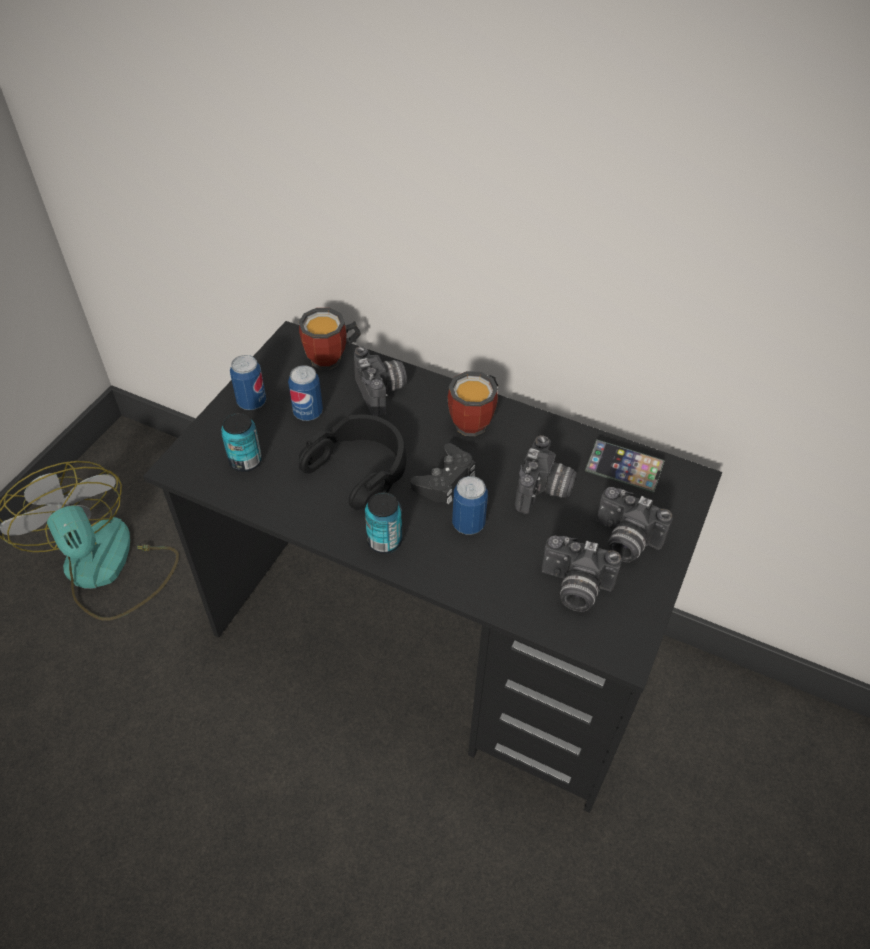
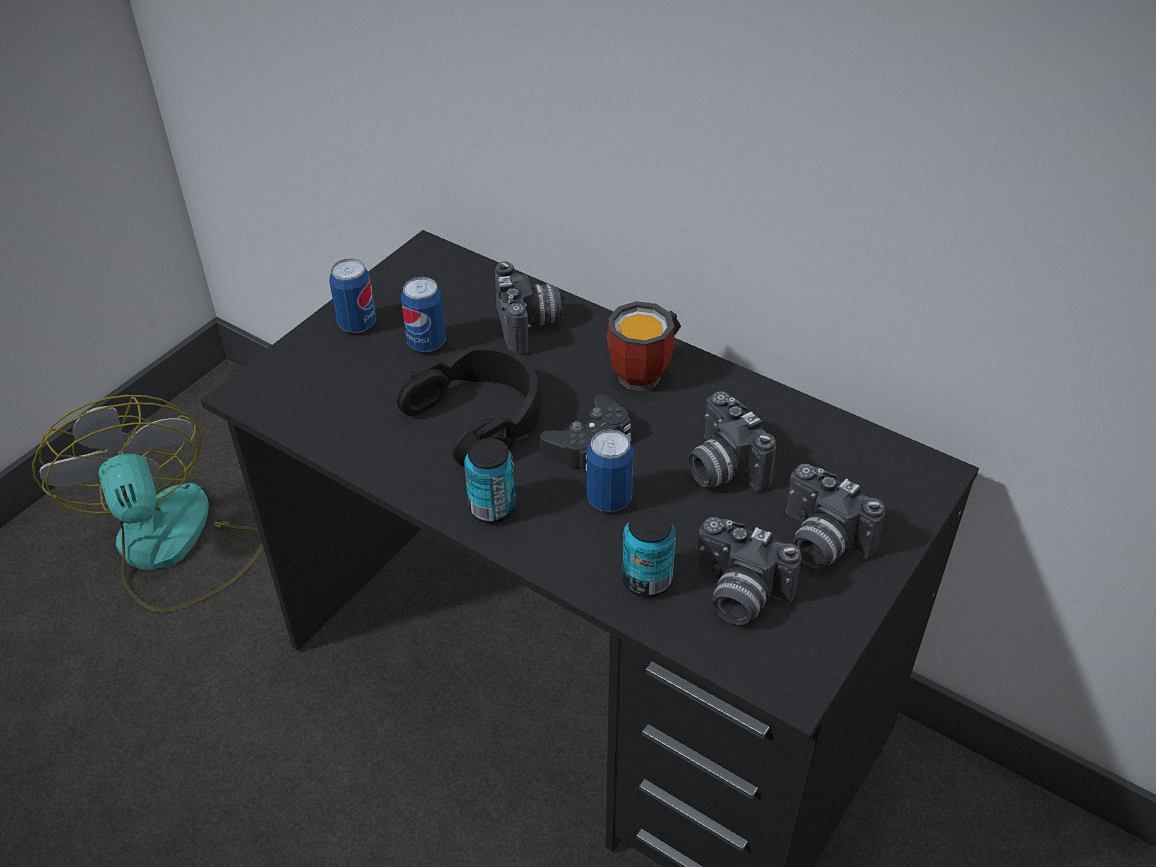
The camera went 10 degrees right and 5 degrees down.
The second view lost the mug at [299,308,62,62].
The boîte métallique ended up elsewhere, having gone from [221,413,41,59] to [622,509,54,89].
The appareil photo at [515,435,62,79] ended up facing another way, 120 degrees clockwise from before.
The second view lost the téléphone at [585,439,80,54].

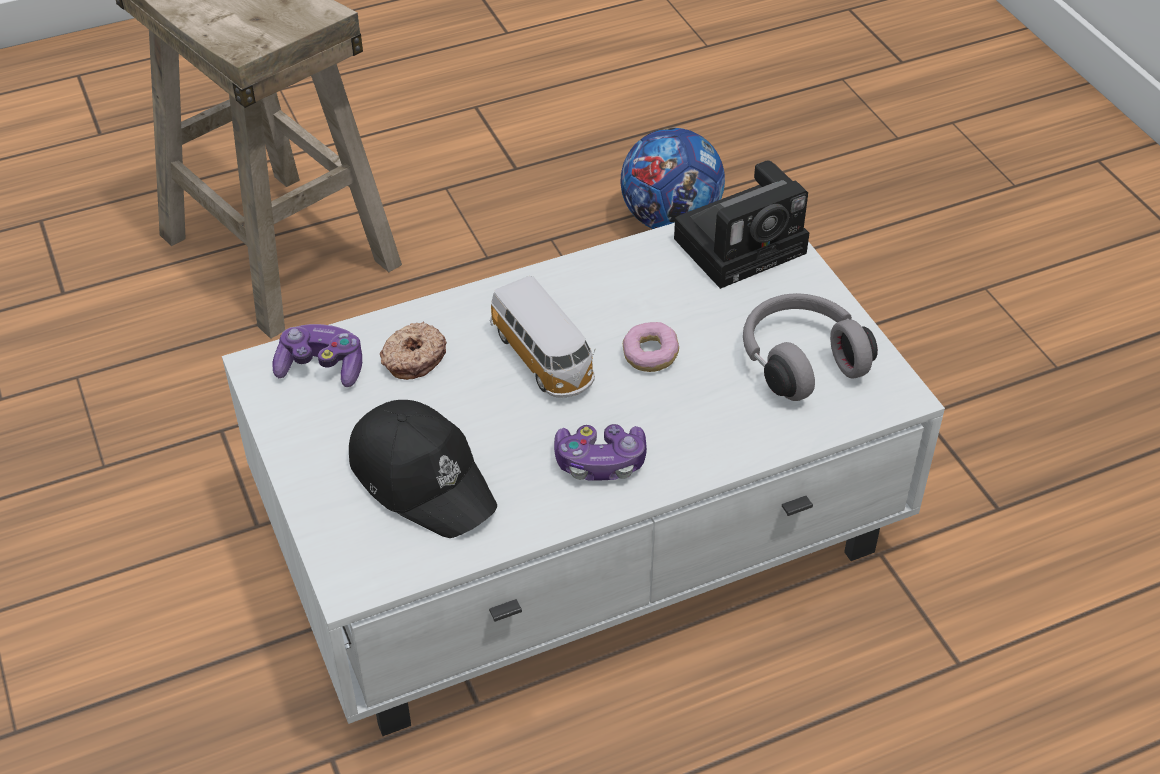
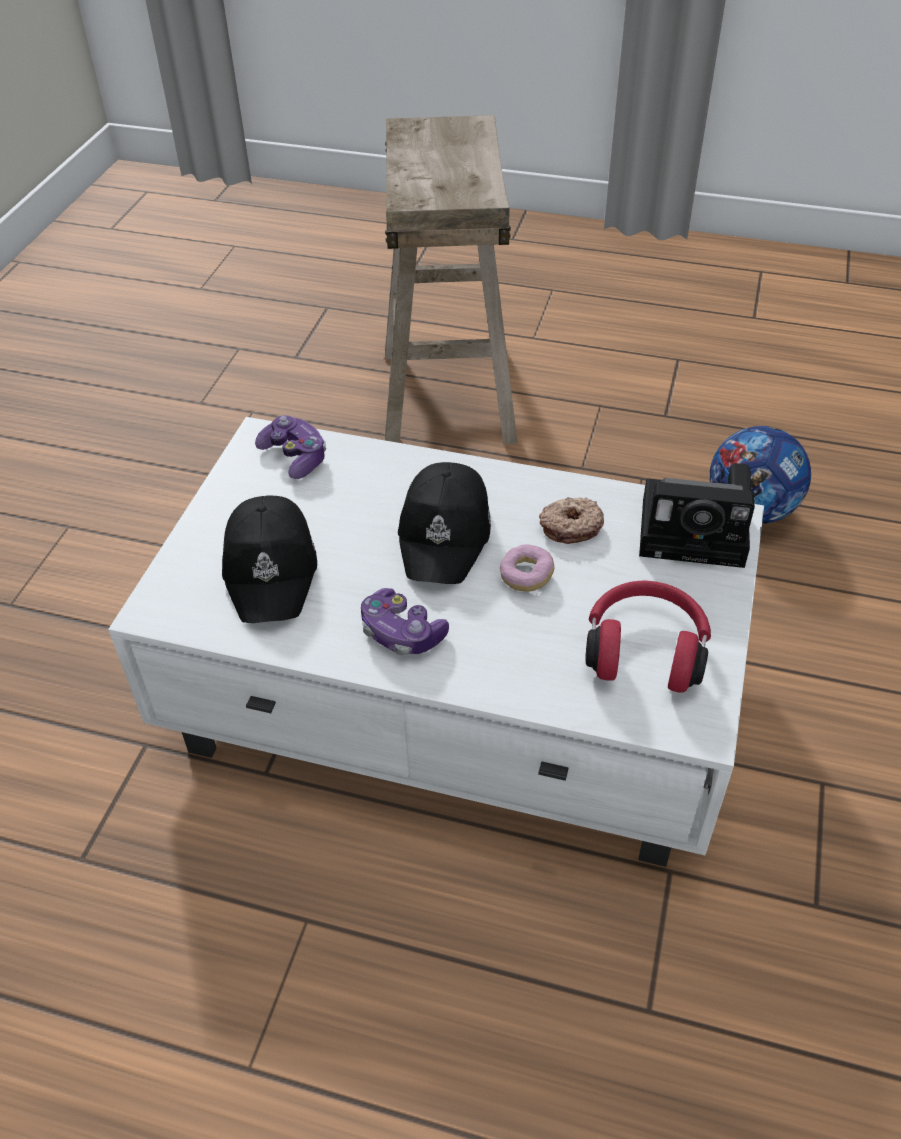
The camera went 40 degrees right and 0 degrees up.
Where the petite voiture stood at [490,276,106,122], the casquette (noir) came to stand at [398,462,93,122].
What was the casque audio (gris) at [743,293,135,108] turned into the casque audio (rouge) at [585,581,126,112].
The beignet ended up elsewhere, having gone from [380,322,67,58] to [539,497,65,47].

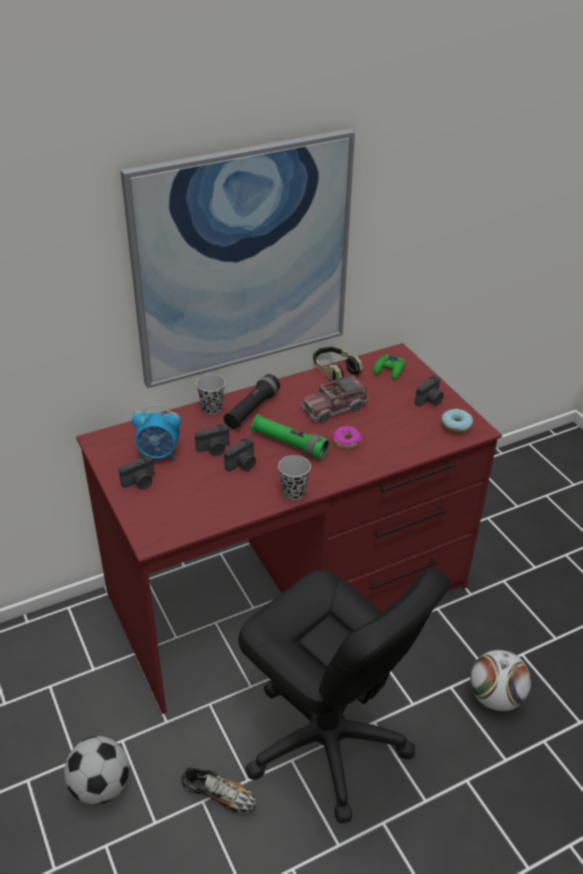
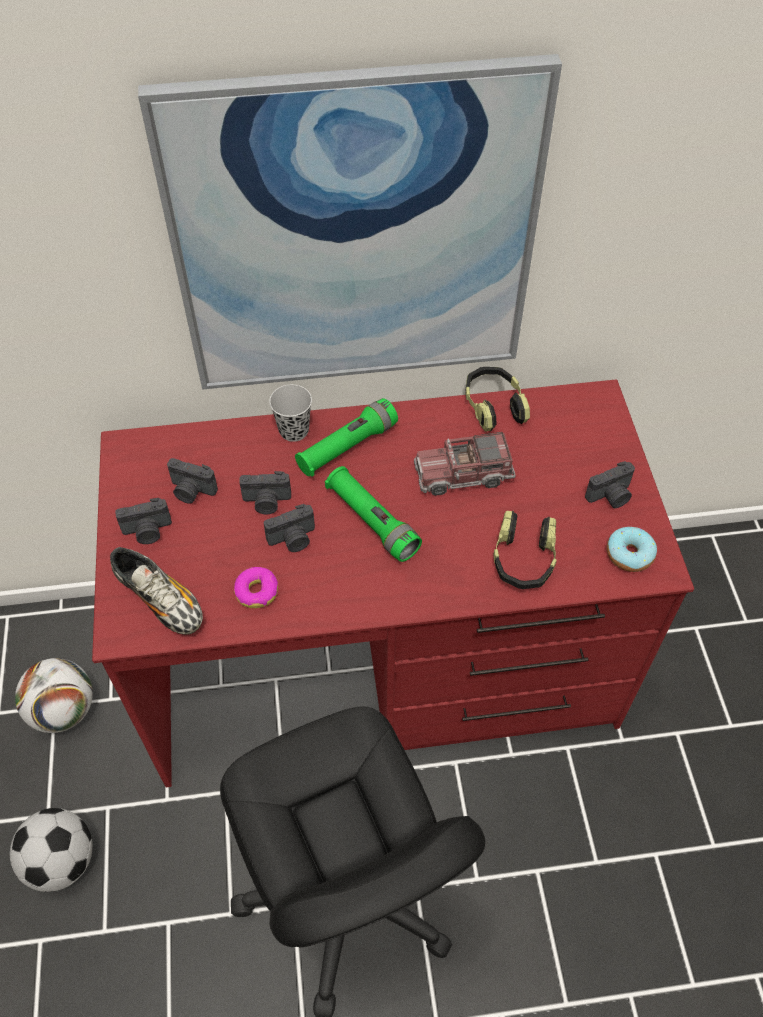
The camera went 20 degrees right and 15 degrees up.
The second view lost the manette (vert) at [373,353,33,27].
What was the lampe de poche (noir) at [223,374,57,55] turned into the lampe de poche (vert) at [295,398,103,79].
Where the réveil stood at [132,405,49,55], the appareil photo came to stand at [167,458,51,46].
The beignet ended up elsewhere, having gone from [332,426,30,23] to [234,567,44,41].
The second view lost the tasse (noir) at [278,455,33,45].
The ballon de foot ended up elsewhere, having gone from [470,650,61,61] to [15,658,78,75].
The chaussure ended up elsewhere, having gone from [181,767,76,47] to [110,547,93,88].
The second view gained the casque audio at [493,511,64,78].

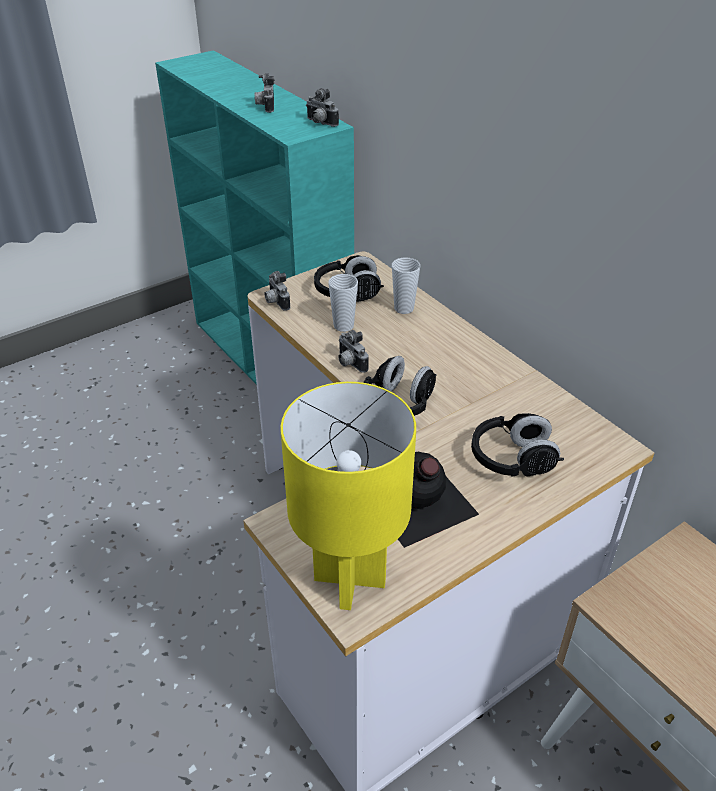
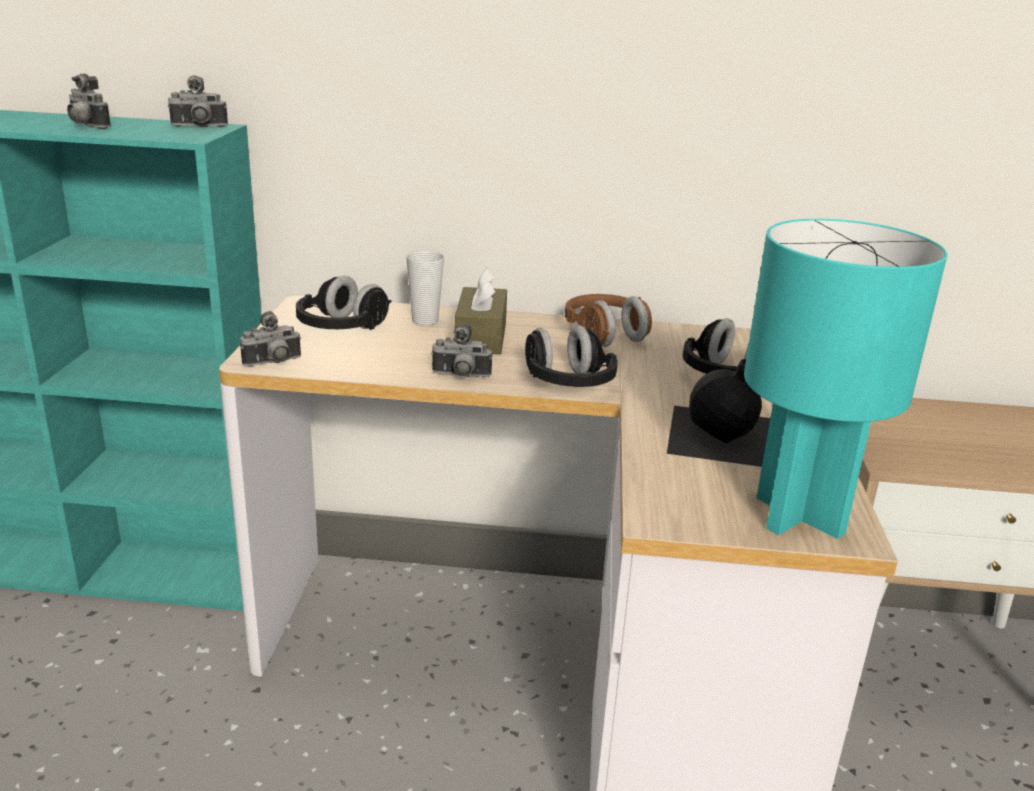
The camera went 50 degrees left and 15 degrees down.
The appareil photo at [265,271,26,40] ended up facing another way, 45 degrees counterclockwise from before.
The second view lost the tasse at [328,274,30,58].
What was the lampe de table (jaune) at [280,382,136,228] turned into the lampe de table (turquoise) at [744,219,203,320].
The second view gained the boîte à mouchoirs (marron) at [455,267,52,87].
The second view gained the casque audio (marron) at [565,294,87,53].

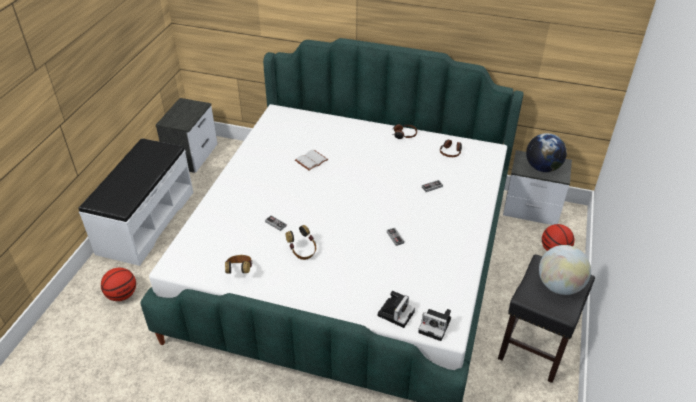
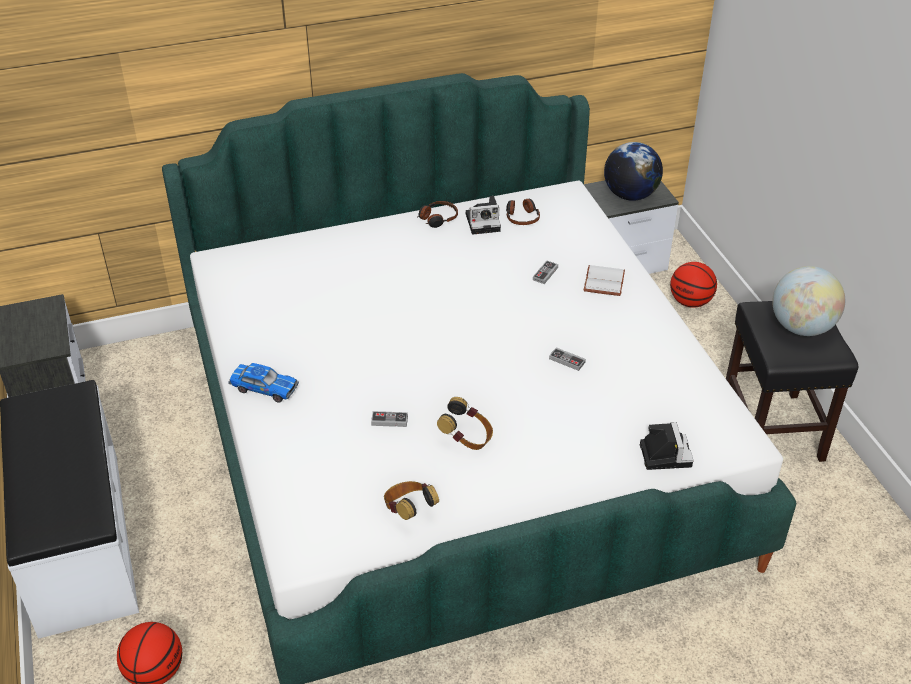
The camera went 35 degrees left and 0 degrees up.
The livre (blanc) ended up elsewhere, having gone from [295,150,33,21] to [584,265,41,31].
The appareil photo ended up elsewhere, having gone from [418,309,33,32] to [466,196,35,39].
The second view gained the petite voiture at [228,363,71,40].

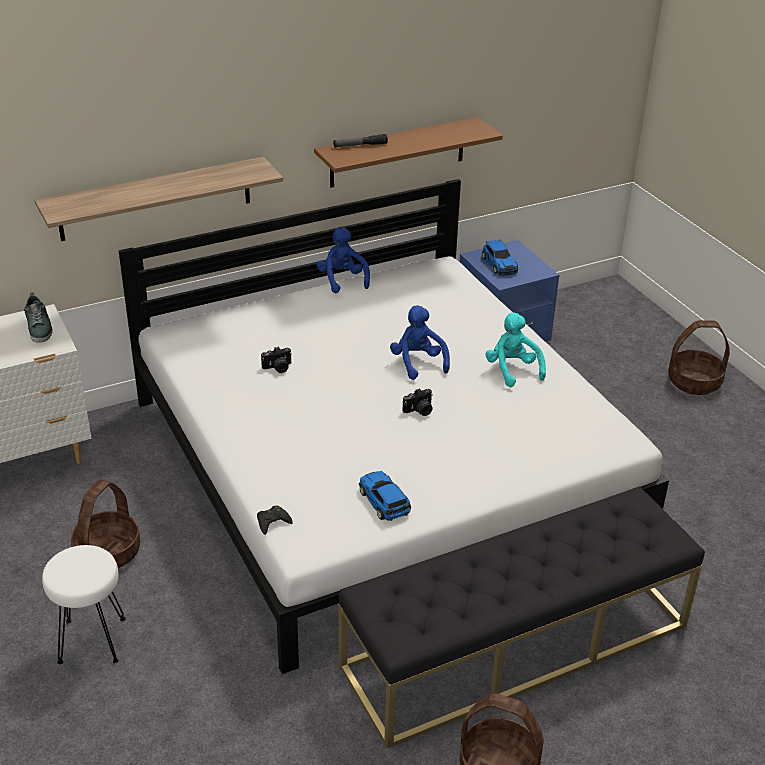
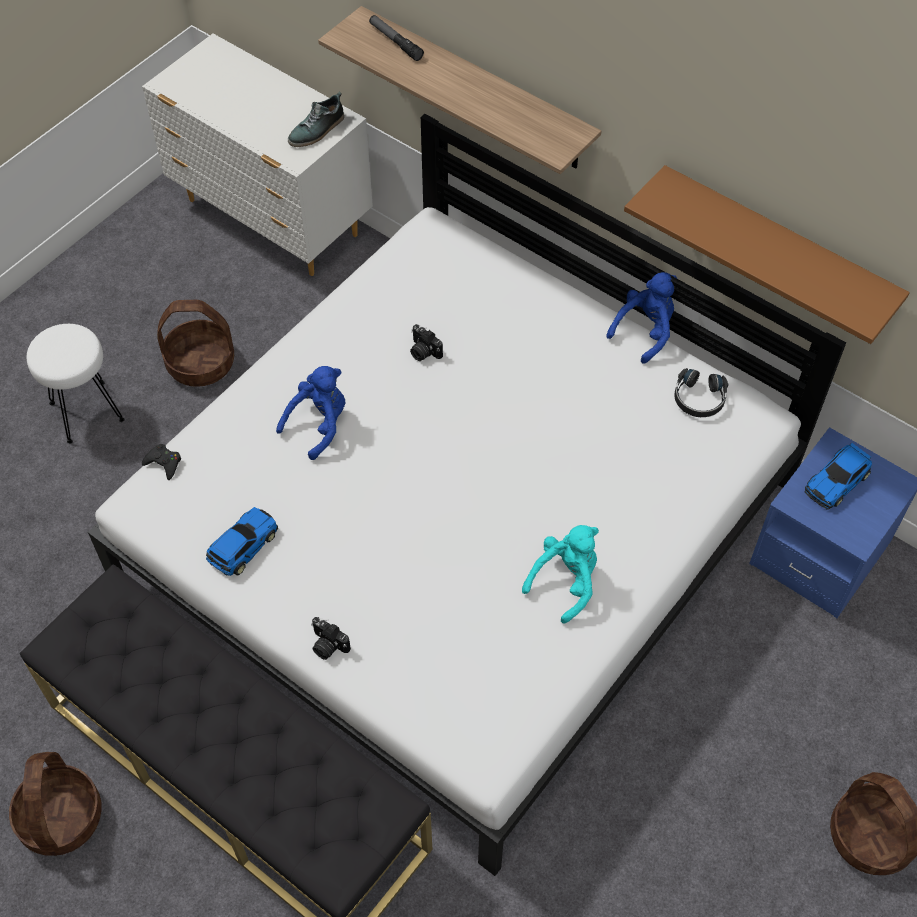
The camera went 65 degrees right and 20 degrees up.
The lampe de poche ended up elsewhere, having gone from [333,134,55,13] to [369,15,55,46].
The peluche (bleu) ended up elsewhere, having gone from [390,305,60,75] to [276,366,70,94].
The appareil photo ended up elsewhere, having gone from [402,388,31,28] to [311,617,40,43].
The second view gained the casque audio (noir) at [674,368,54,49].

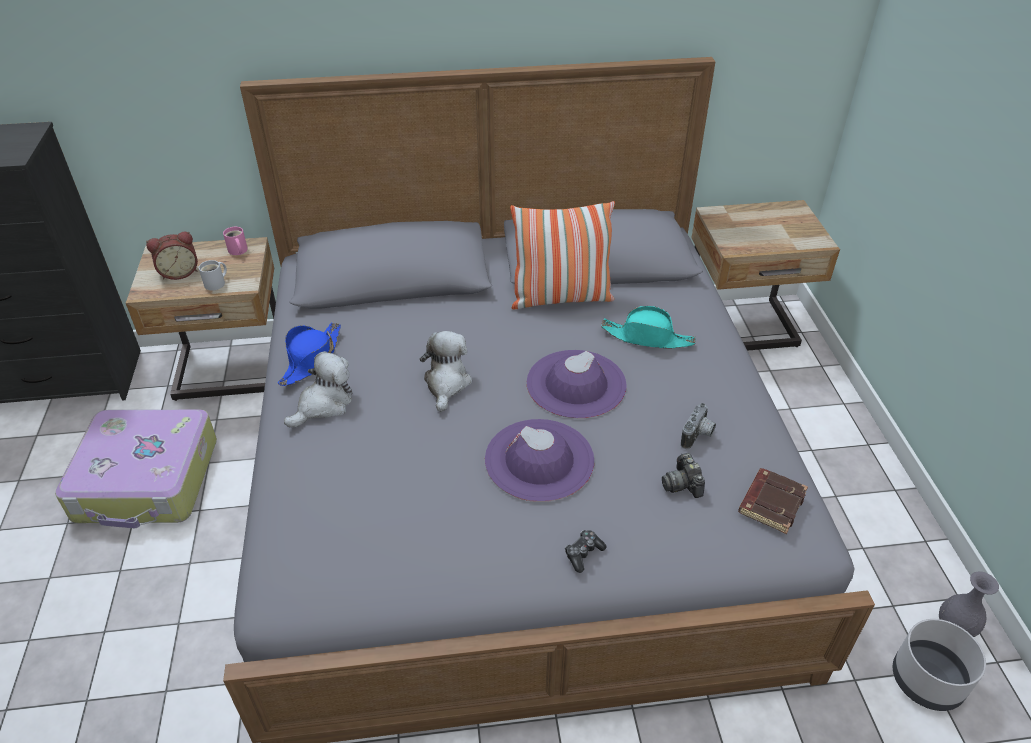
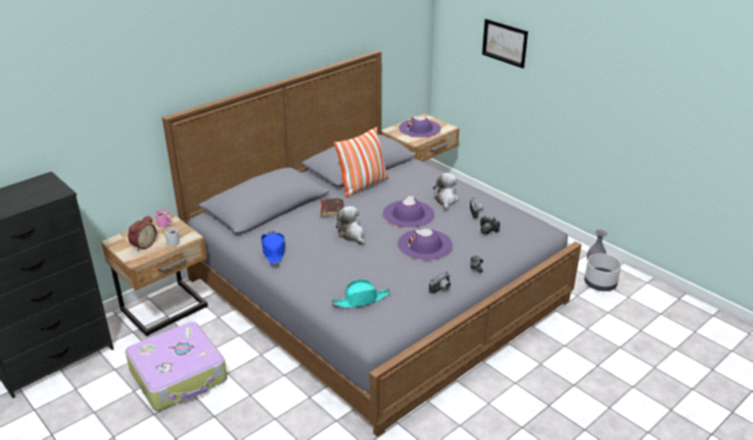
The camera went 35 degrees left and 10 degrees down.
The chapeau (turquoise) ended up elsewhere, having gone from [601,306,95,42] to [331,279,60,29].
The peluche ended up elsewhere, having gone from [284,351,68,76] to [433,173,26,38].
The livre (marron) ended up elsewhere, having gone from [738,468,70,66] to [321,198,23,19].
The second view gained the tableau at [482,19,46,49].
The second view gained the chapeau (violet) at [399,116,42,21].
The second view gained the appareil photo at [429,271,22,23].

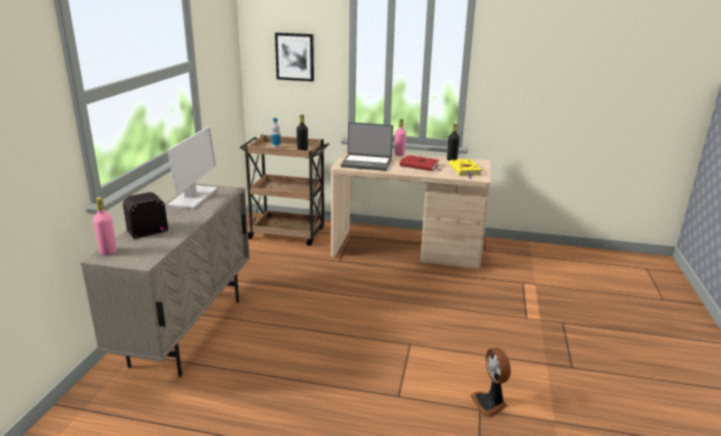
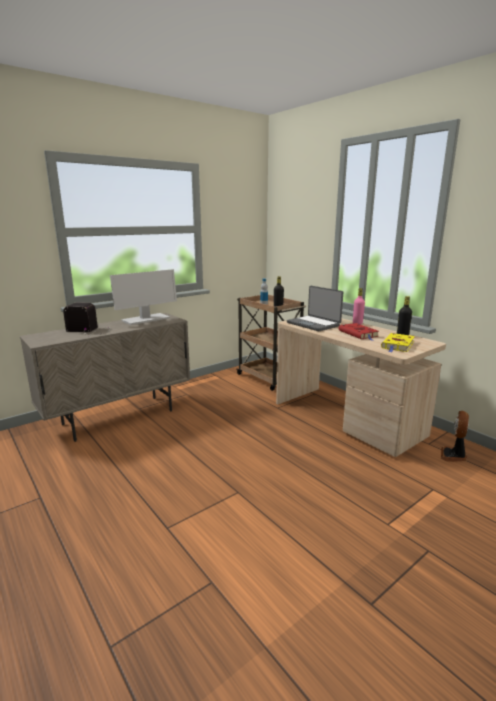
The camera went 40 degrees right and 5 degrees down.
The second view lost the tableau at [275,33,39,48].
The second view lost the bouteille (rose) at [93,197,24,58].
The ventilateur ended up elsewhere, having gone from [470,347,41,71] to [441,411,28,51].

